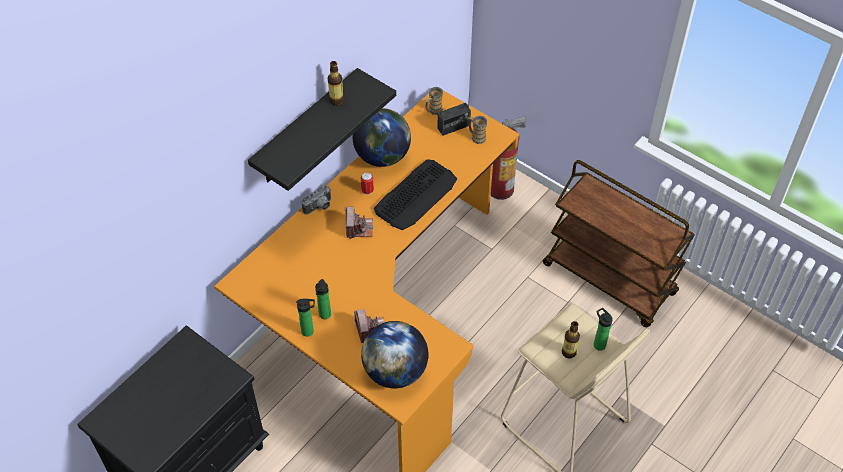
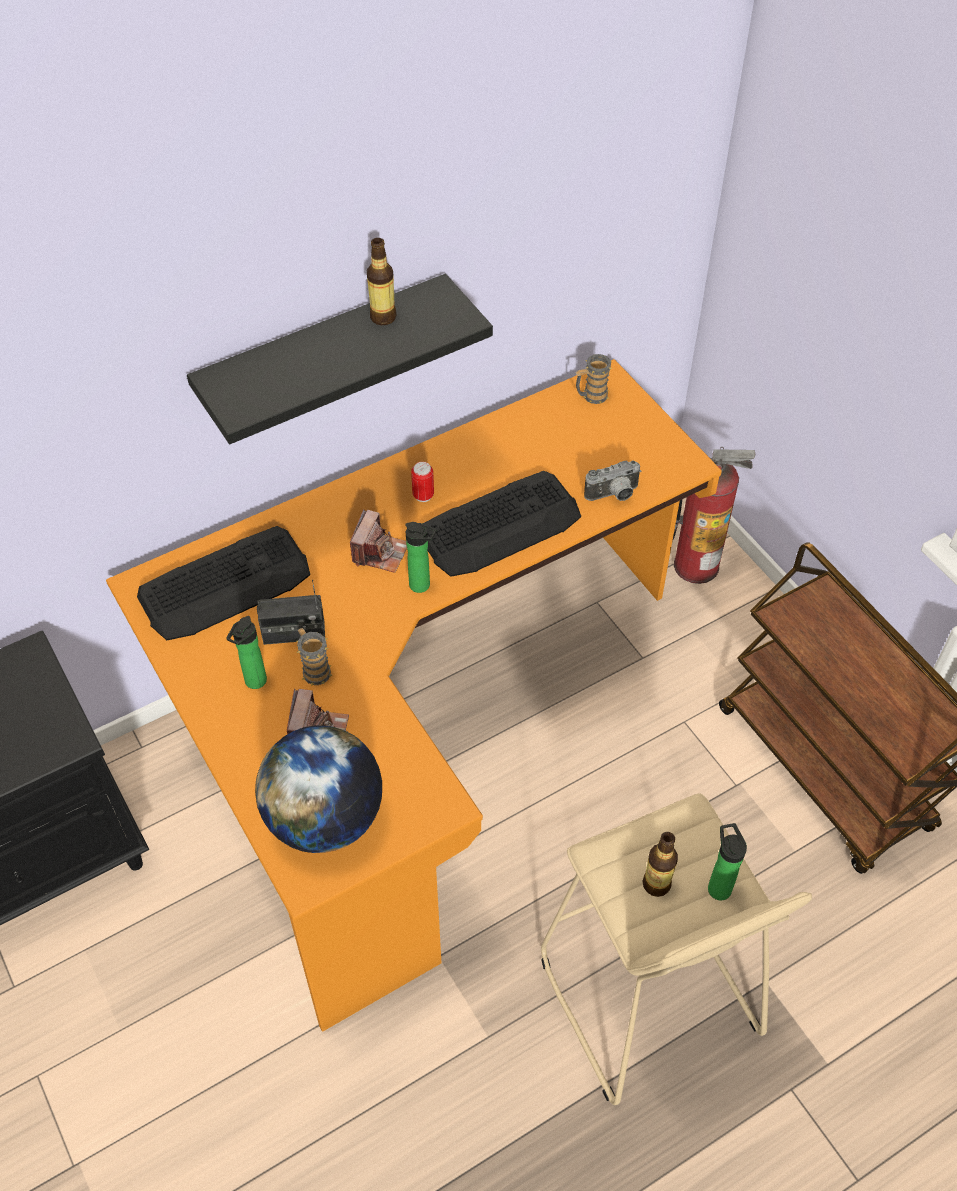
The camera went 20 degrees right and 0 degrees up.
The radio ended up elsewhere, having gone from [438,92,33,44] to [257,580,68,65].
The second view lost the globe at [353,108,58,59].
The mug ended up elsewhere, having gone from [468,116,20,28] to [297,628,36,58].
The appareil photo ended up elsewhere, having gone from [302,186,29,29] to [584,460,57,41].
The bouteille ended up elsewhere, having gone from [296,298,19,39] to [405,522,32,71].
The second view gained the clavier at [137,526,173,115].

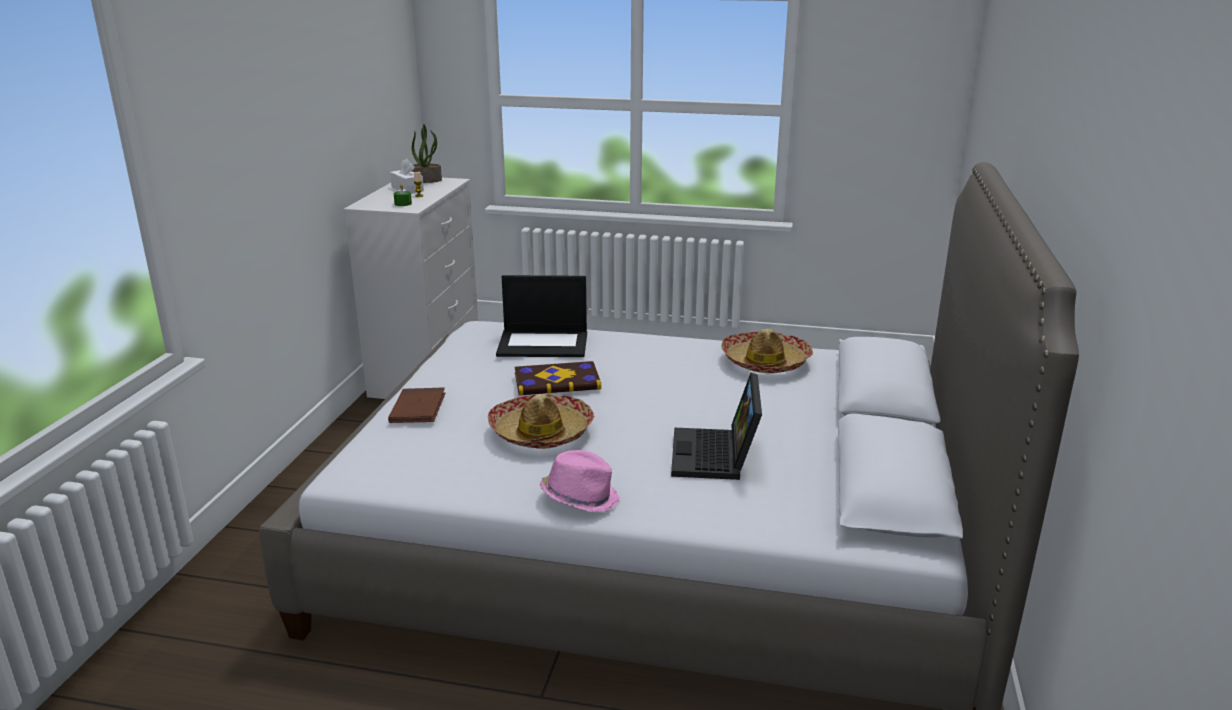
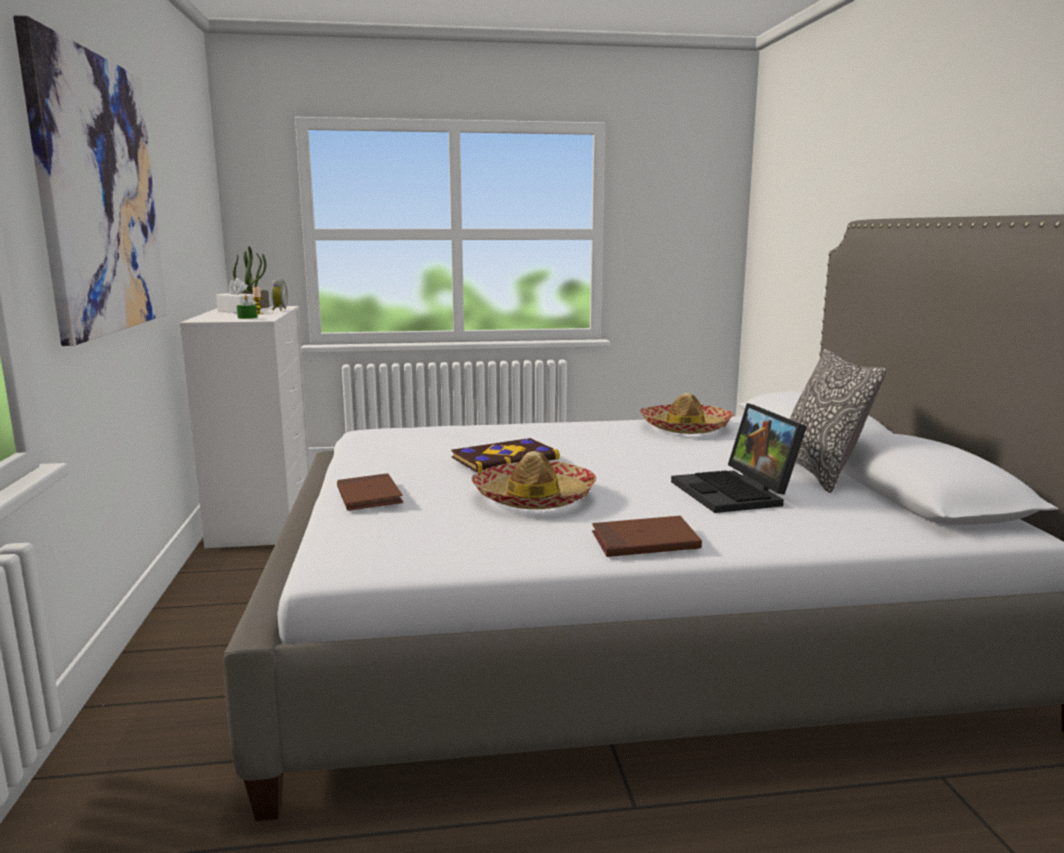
The camera went 20 degrees left and 10 degrees down.
The second view lost the ordinateur portable at [496,275,91,82].
Where the chapeau (rose) stood at [539,450,81,62], the livre (marron) came to stand at [592,516,110,41].
The second view gained the tableau at [13,15,154,331].
The second view gained the réveil at [271,278,17,33].
The second view gained the coussin at [790,349,96,144].

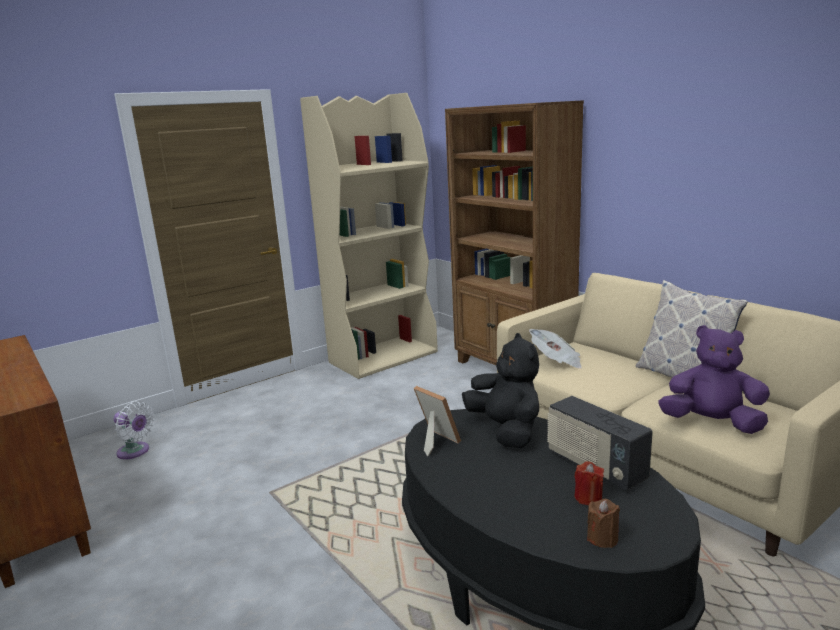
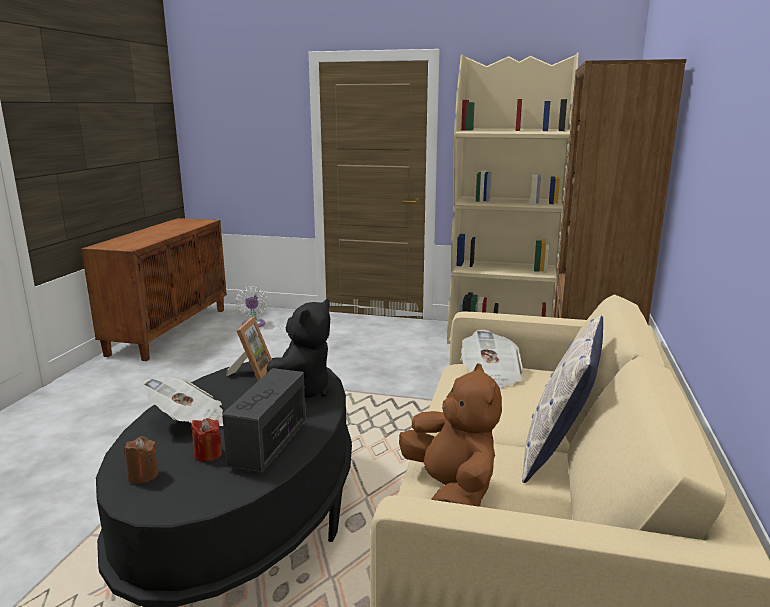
The camera went 50 degrees right and 0 degrees up.
What was the peluche (violet) at [658,325,112,109] turned into the peluche (marron) at [399,363,103,144].
The second view gained the journal at [143,377,80,49].

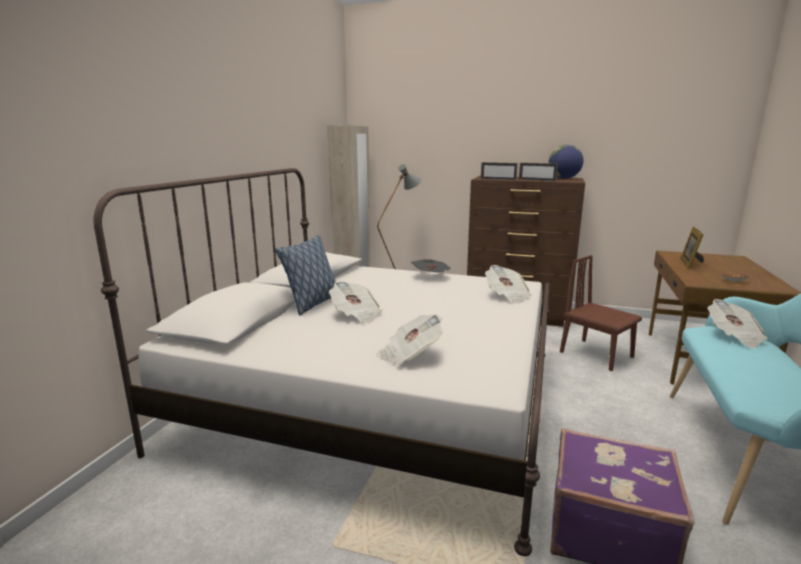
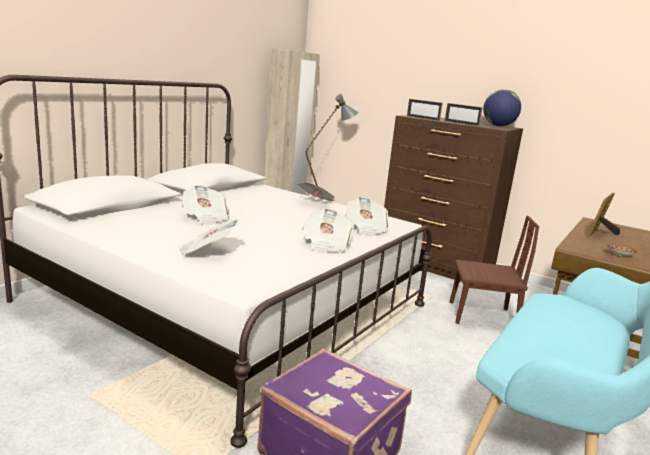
The camera went 15 degrees right and 0 degrees up.
The second view lost the coussin at [274,235,62,81].
The chaise (marron) at [560,255,82,116] ended up facing another way, 120 degrees clockwise from before.
The journal ended up elsewhere, having gone from [708,299,60,49] to [302,208,52,46].

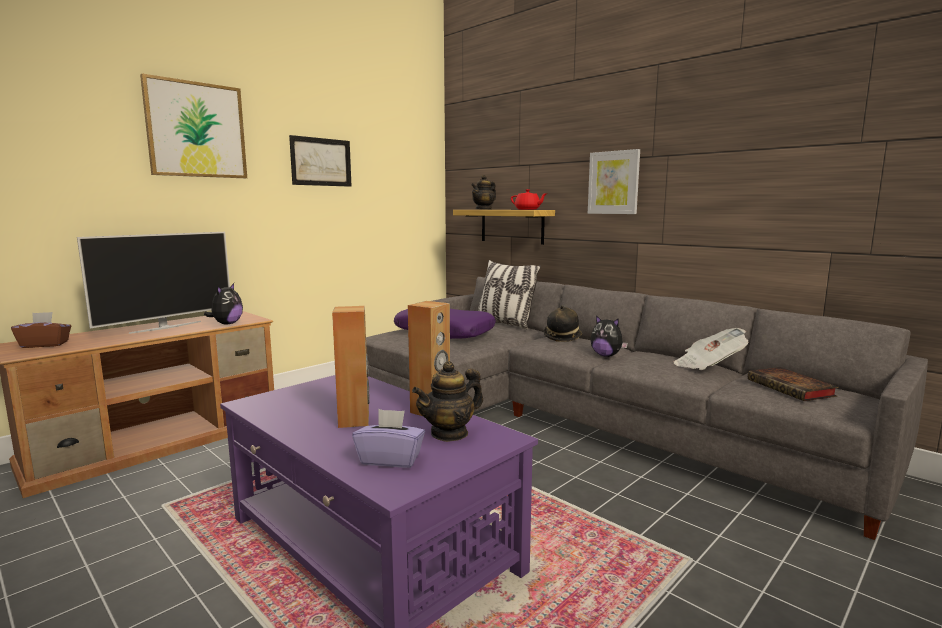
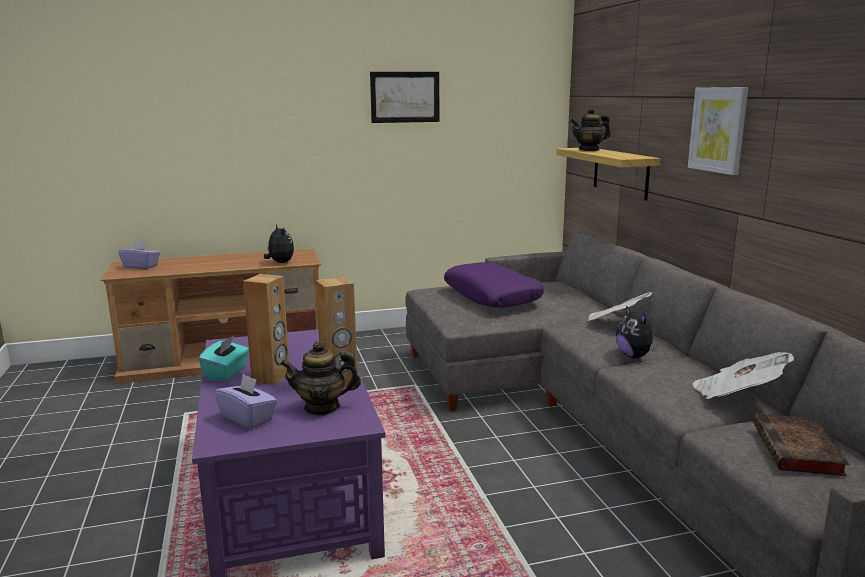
The camera went 30 degrees right and 5 degrees up.
The second view lost the tableau at [140,73,107,105].
The second view lost the théière (rouge) at [511,189,37,21].
The second view lost the téléviseur at [77,232,153,102].
The second view lost the coussin at [478,260,63,69].
The peluche at [204,283,39,41] ended up facing another way, 75 degrees counterclockwise from before.
Where the chapeau stood at [544,305,38,37], the journal came to stand at [587,292,65,29].
What was the boîte à mouchoirs (marron) at [11,312,60,36] turned into the boîte à mouchoirs (violet) at [118,240,42,29].
The second view gained the boîte à mouchoirs (turquoise) at [198,335,51,46].

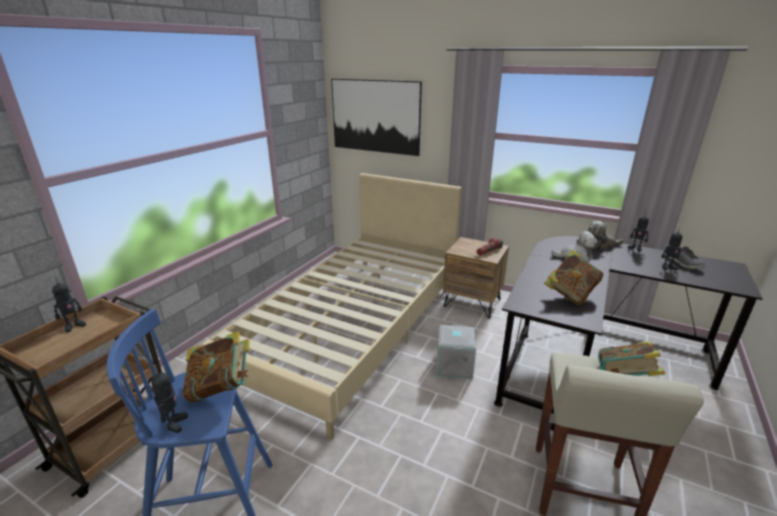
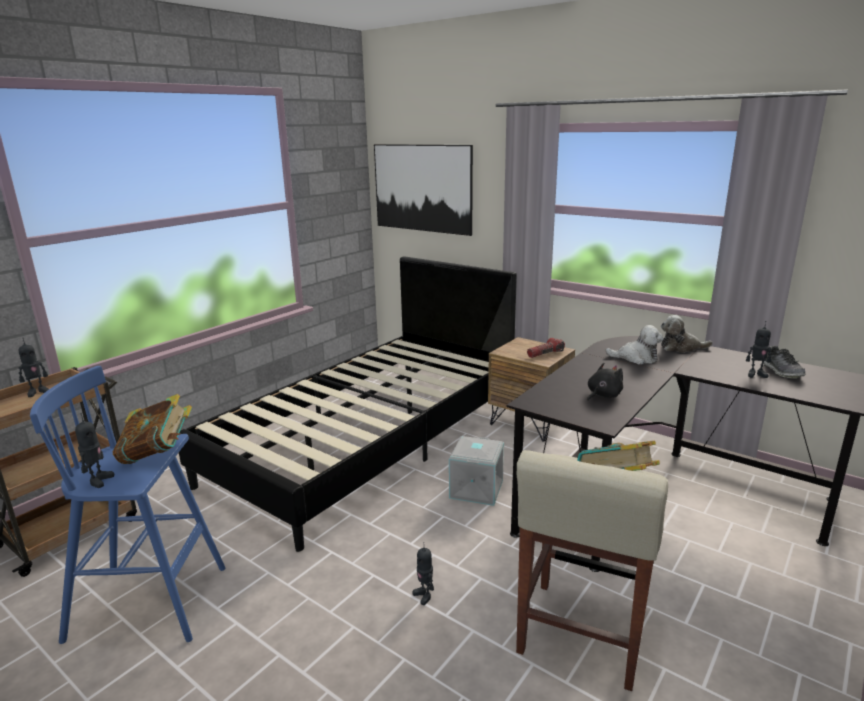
The camera went 10 degrees right and 5 degrees down.
What was the lit (beige) at [201,173,261,267] turned into the lit (noir) at [179,256,338,296].
The robot jouet ended up elsewhere, having gone from [628,213,21,39] to [412,542,22,63].
Where the livre stood at [544,250,59,55], the peluche (noir) came to stand at [587,363,36,38].

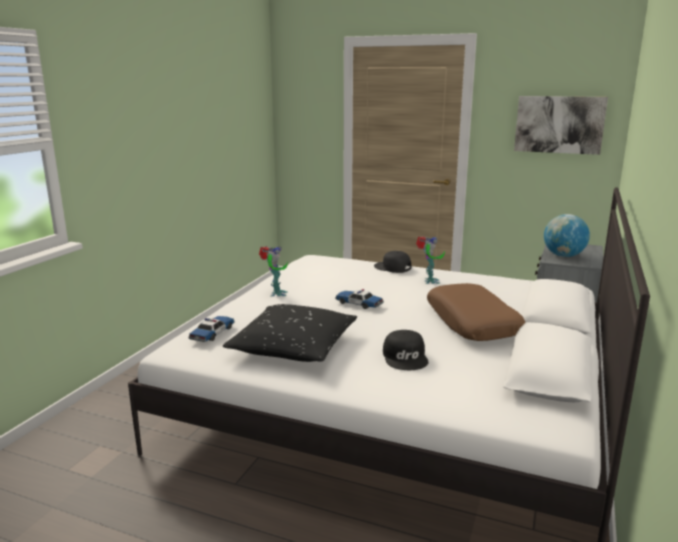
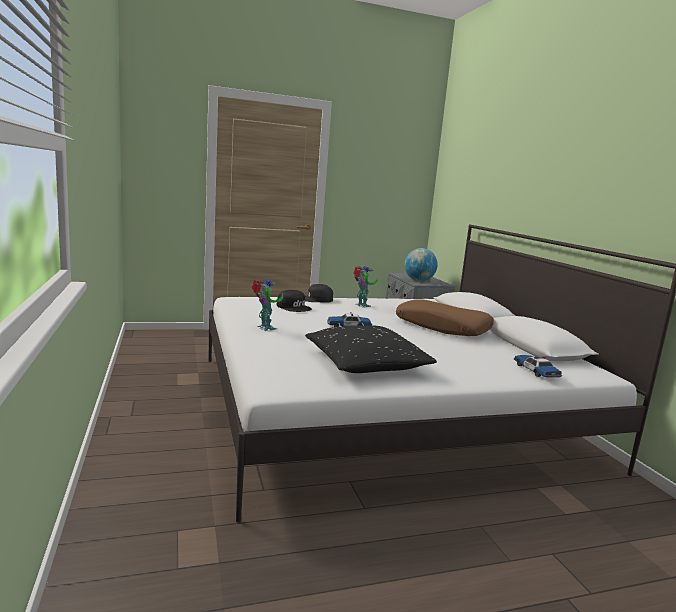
The camera went 40 degrees left and 5 degrees down.
The second view lost the tableau at [514,96,94,59].
The petite voiture ended up elsewhere, having gone from [188,316,47,26] to [514,355,48,23].
The casquette (noir) ended up elsewhere, having gone from [383,330,46,40] to [277,290,35,22].

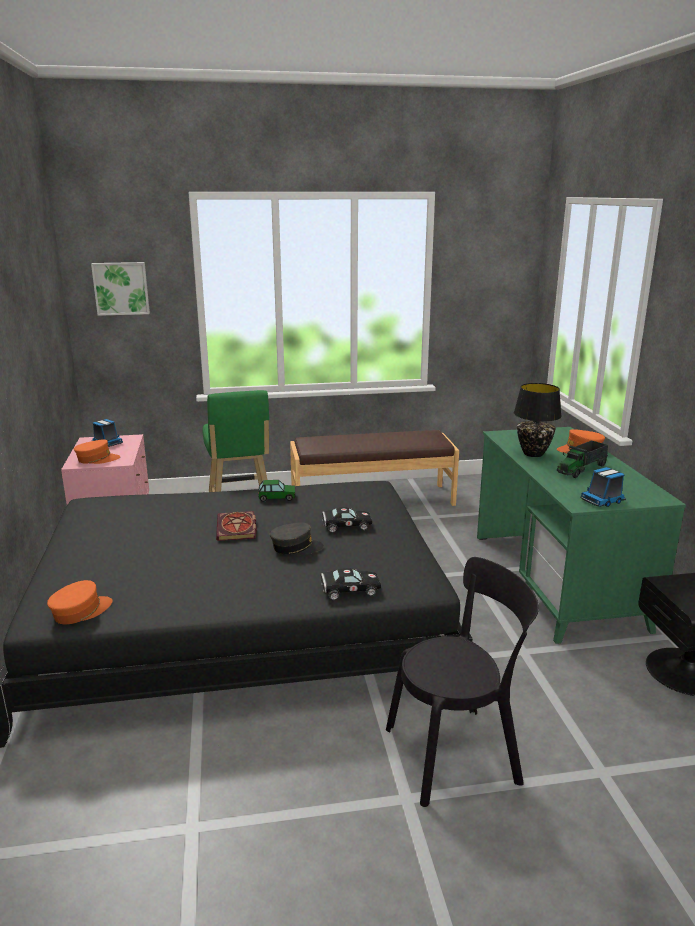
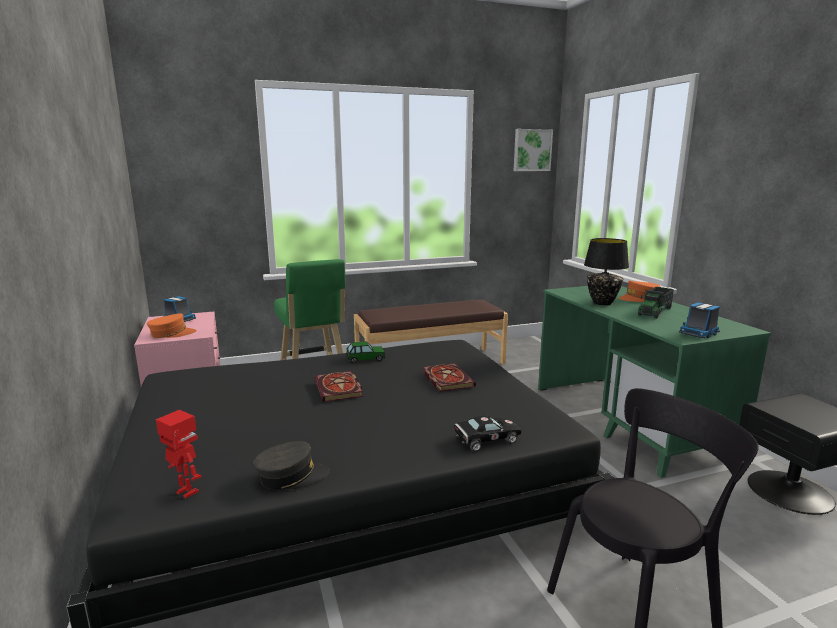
The camera went 10 degrees left and 5 degrees down.
The tableau ended up elsewhere, having gone from [91,262,59,54] to [514,129,39,42].
Where the petite voiture (noir) stood at [322,507,50,26], the livre came to stand at [423,363,53,29].
The casquette (gris) ended up elsewhere, having gone from [270,522,54,33] to [254,441,76,49].
Where the casquette (orange) stood at [47,580,65,44], the robot jouet came to stand at [156,410,46,89].

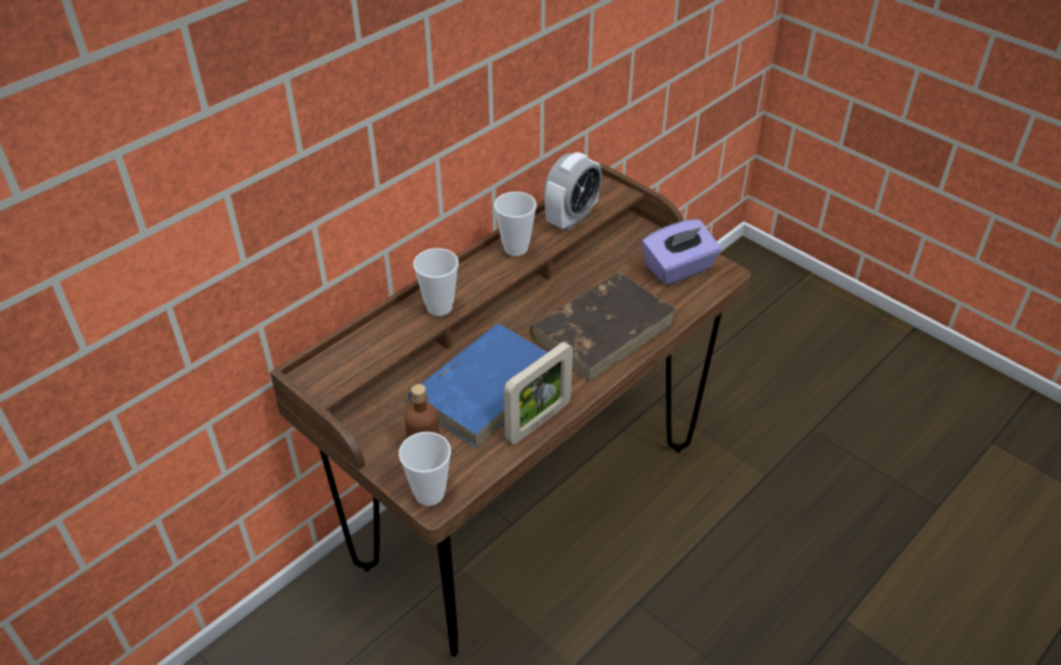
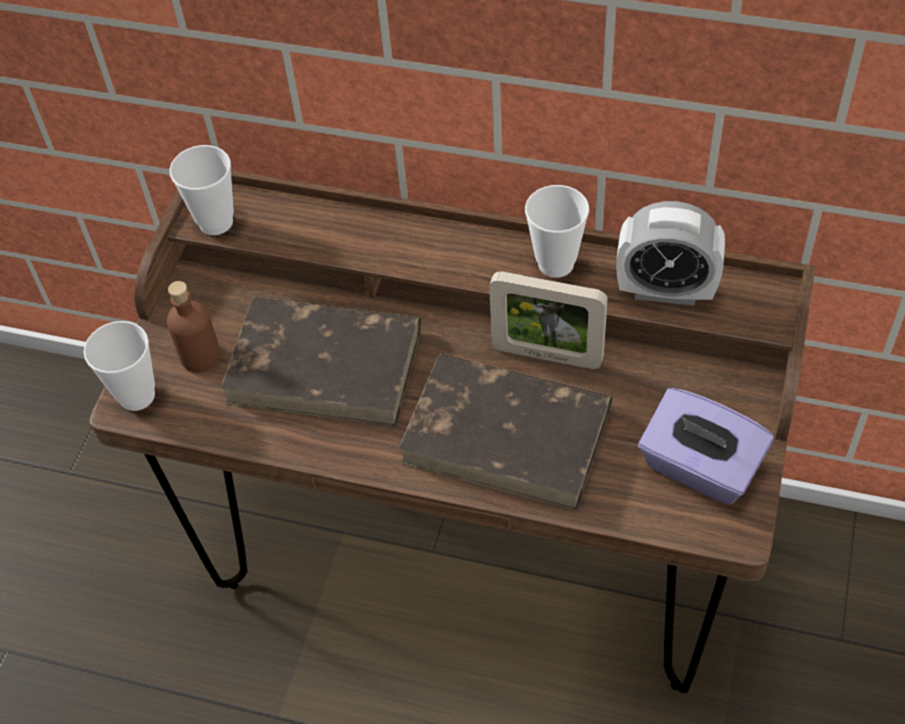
The camera went 65 degrees right and 10 degrees up.
The tasse ended up elsewhere, having gone from [413,248,46,68] to [169,145,65,90].
What was the livre (bleu) at [408,324,140,124] turned into the livre (marron) at [220,297,201,130].
The cadre photo ended up elsewhere, having gone from [504,342,69,103] to [489,271,119,98].

